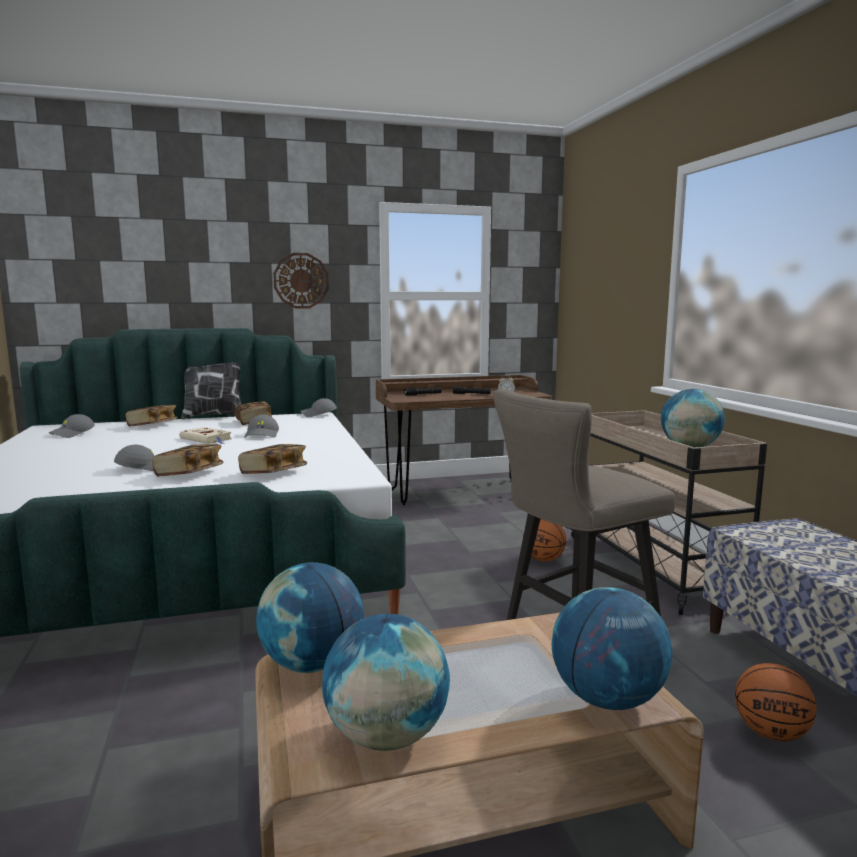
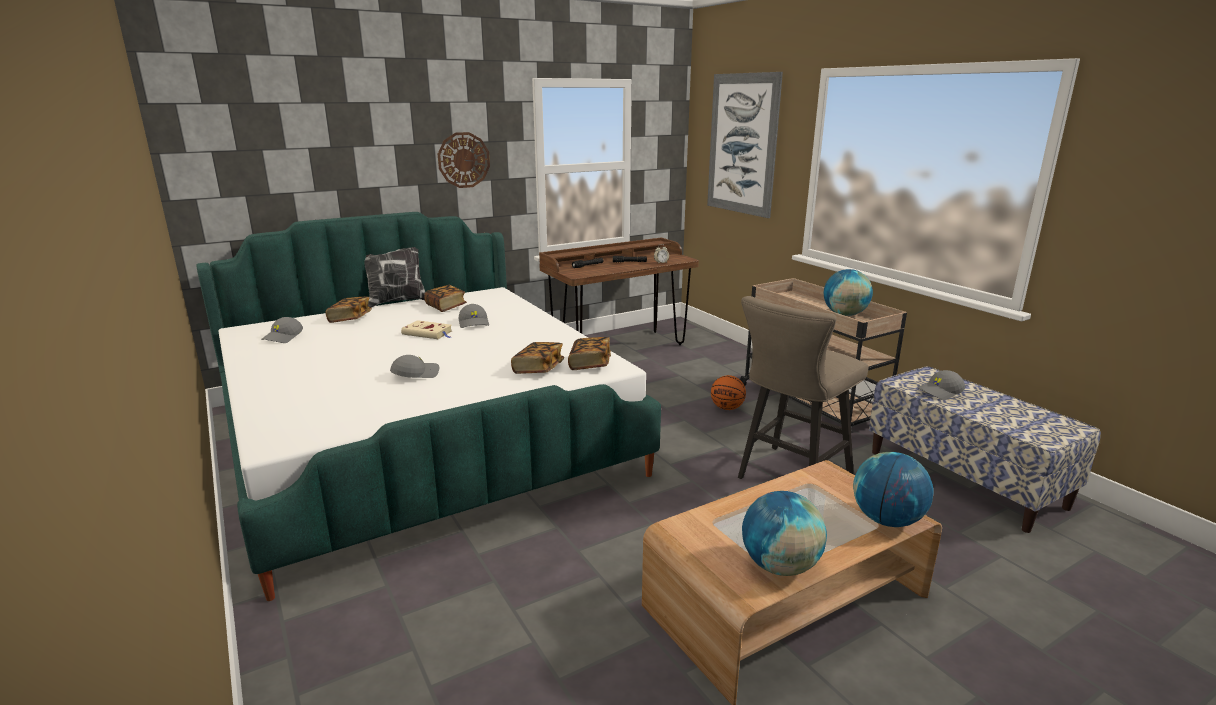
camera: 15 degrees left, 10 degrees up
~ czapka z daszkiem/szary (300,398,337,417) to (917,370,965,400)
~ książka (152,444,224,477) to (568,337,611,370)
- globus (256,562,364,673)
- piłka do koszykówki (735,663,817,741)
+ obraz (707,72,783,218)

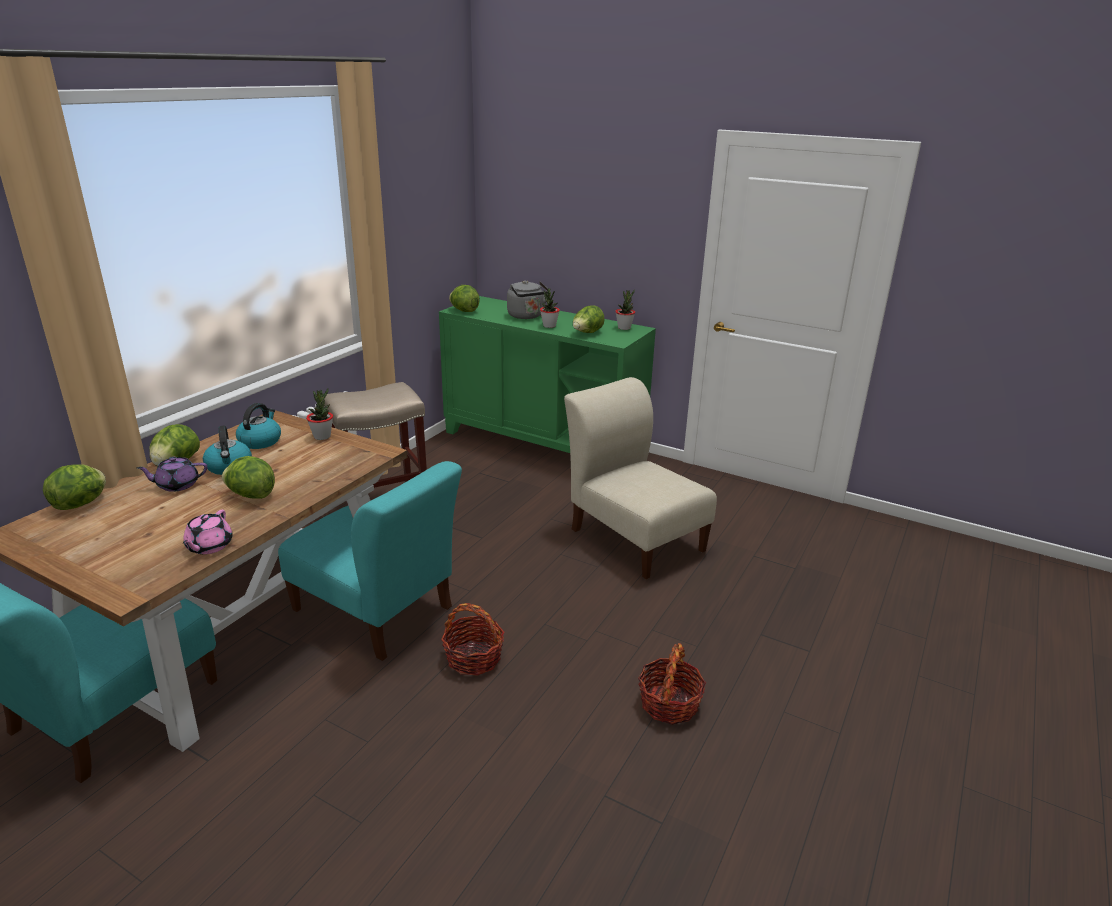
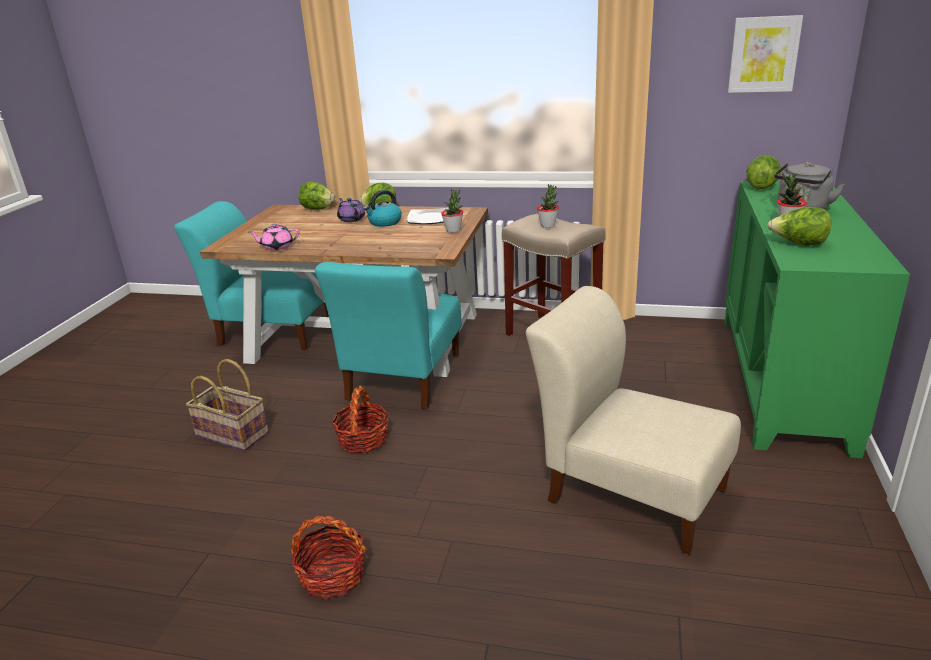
camera: 75 degrees right, 0 degrees up
~ roślina doniczkowa (615,289,635,330) to (537,184,559,228)
~ krzesło/beżowy (564,377,717,579) = (526,286,741,555) 90 degrees counterclockwise
~ czajnik (236,403,281,449) to talerz (407,208,449,224)
- sałata (222,456,275,499)
+ obraz (728,15,803,93)
+ koszyk (186,359,269,451)

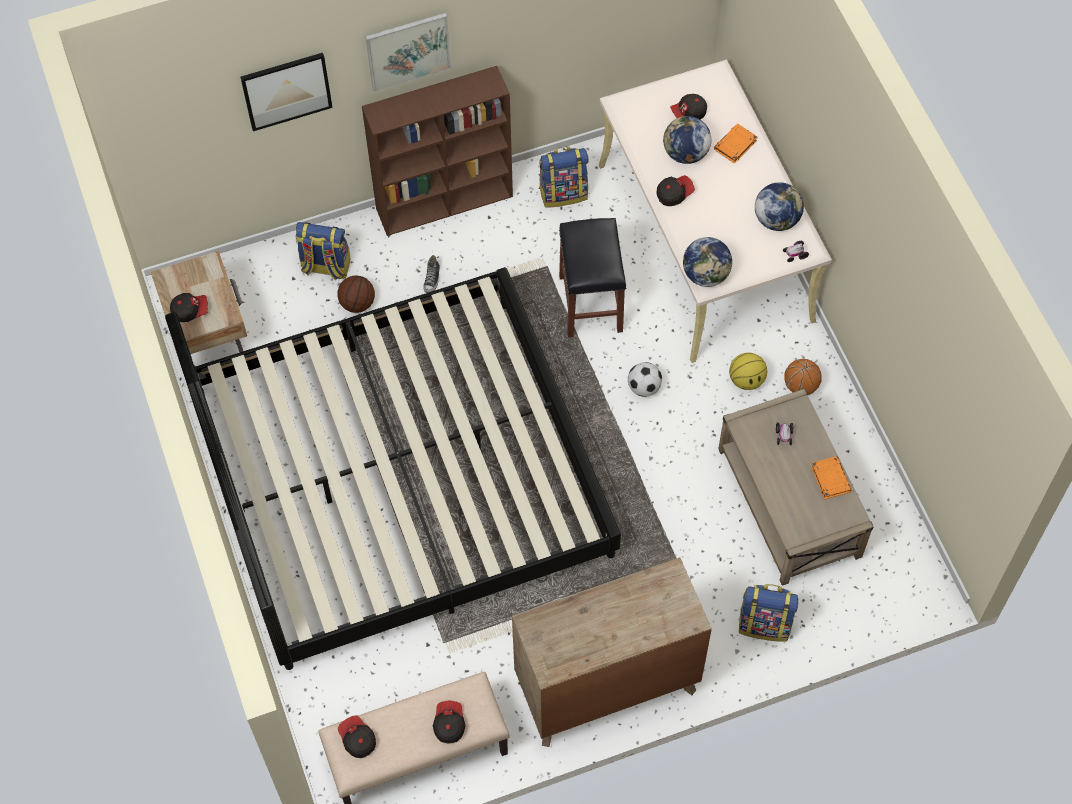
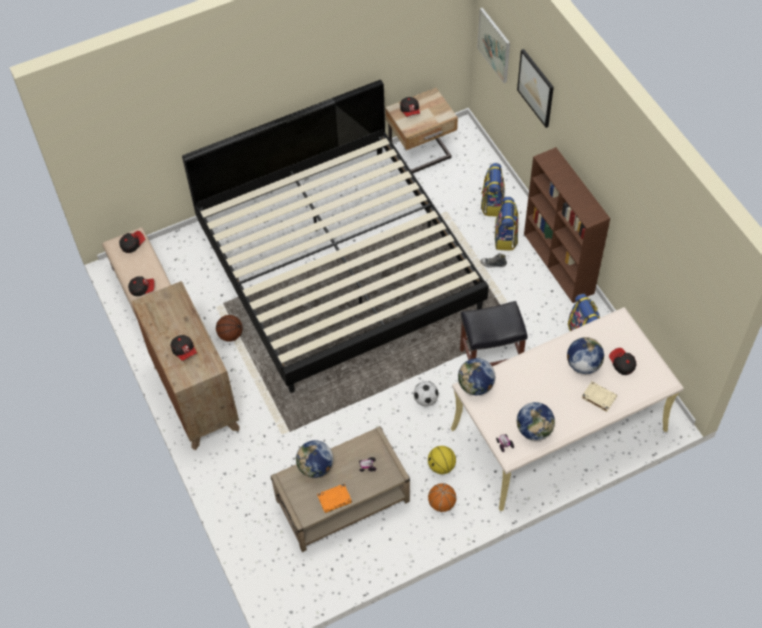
camera: 85 degrees right, 5 degrees down
~ obraz (366,13,451,91) to (478,7,510,83)
~ książka/pomarańczowy (714,124,757,164) to książka/beżowy (582,382,617,412)
~ czapka z daszkiem (656,175,695,206) to (171,335,197,361)
~ piłka do koszykówki (337,276,375,313) to (216,315,243,342)
~ plecak (739,584,798,642) to (495,197,518,251)
+ globus (296,440,333,478)

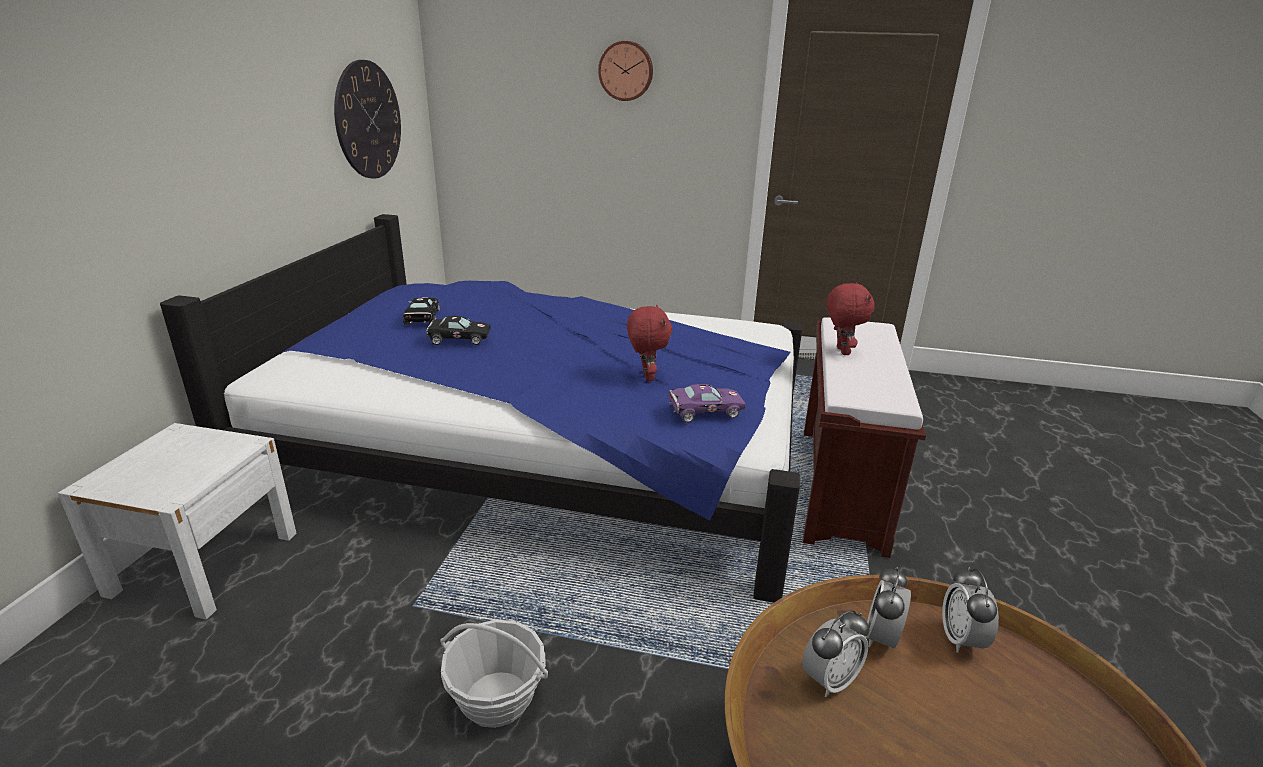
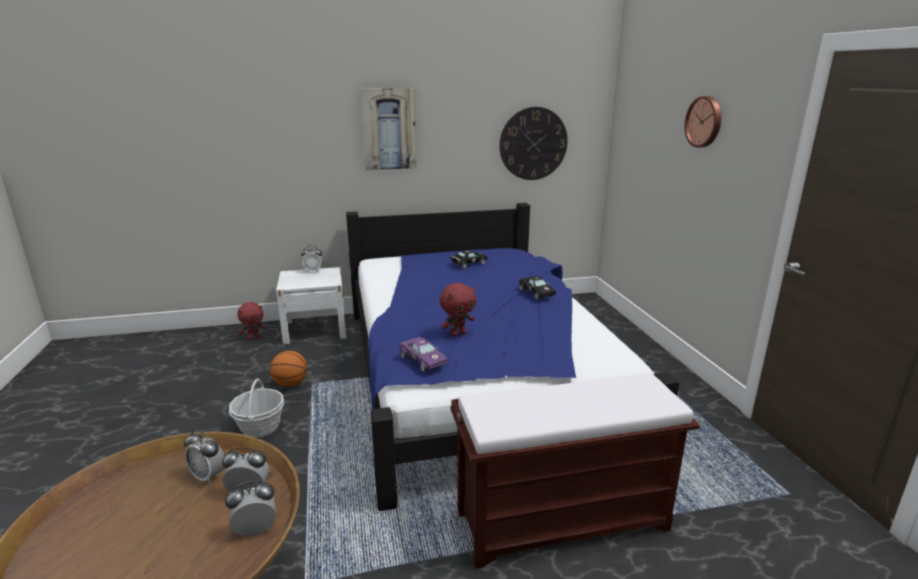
camera: 65 degrees right, 5 degrees down
~ pluszak/czerwony (827,282,874,355) to (237,302,267,340)
~ samochodzik/czarny (426,316,491,345) to (519,276,556,299)
+ obraz (361,88,416,170)
+ budzik (301,246,323,273)
+ piłka do koszykówki (270,351,307,387)

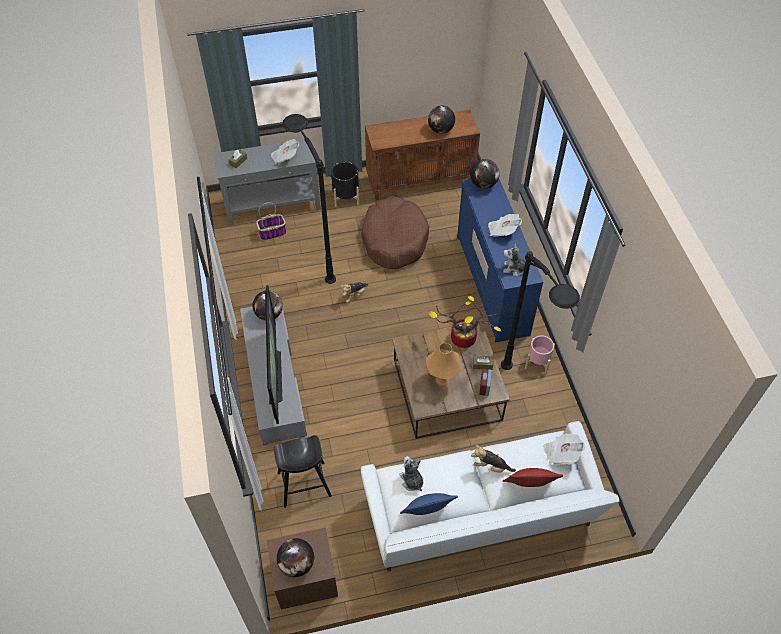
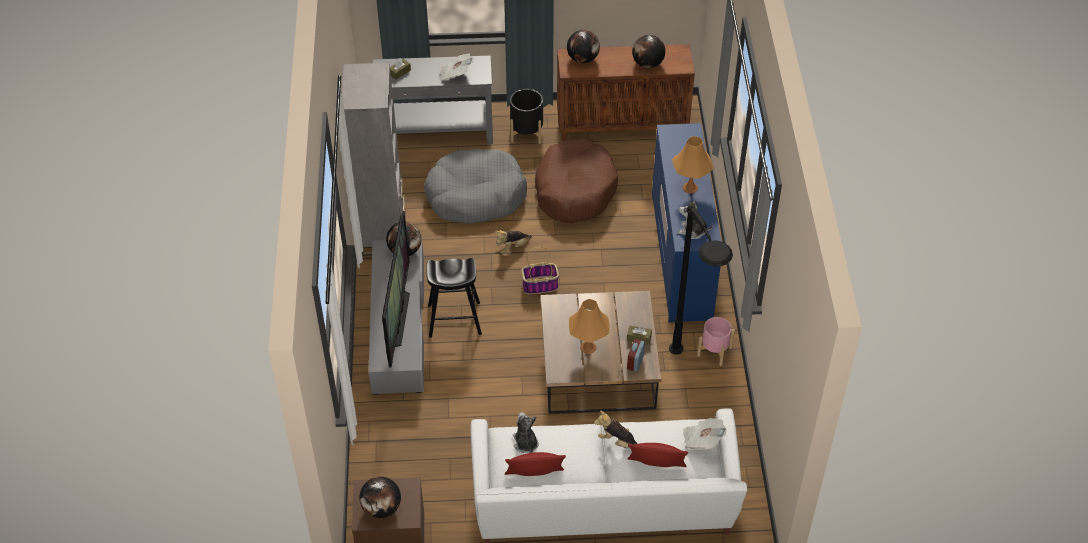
camera: 10 degrees right, 5 degrees down
~ lampa stojąca/czarny (282,114,336,284) to legowisko/szary (424,149,527,224)
~ globus (470,159,500,189) to (567,30,600,63)
~ koszyk (256,202,286,240) to (521,247,559,294)
~ gazeta (488,214,522,236) to lampa stołowa/pomarańczowy (672,136,714,194)
- roślina doniczkowa (429,296,502,348)
~ stołek/czarny (274,435,332,508) to (427,258,482,338)
~ poduszka/niebieski (400,493,458,515) to poduszka/czerwony (505,452,566,476)
+ regał/szary (342,63,405,256)

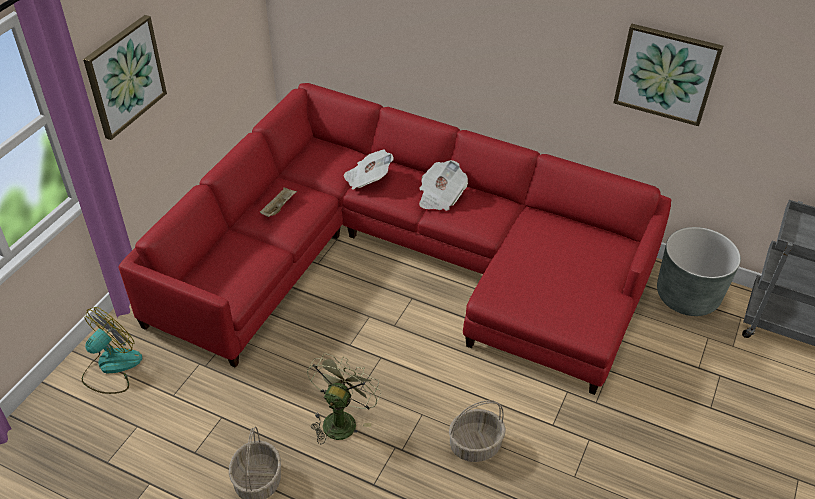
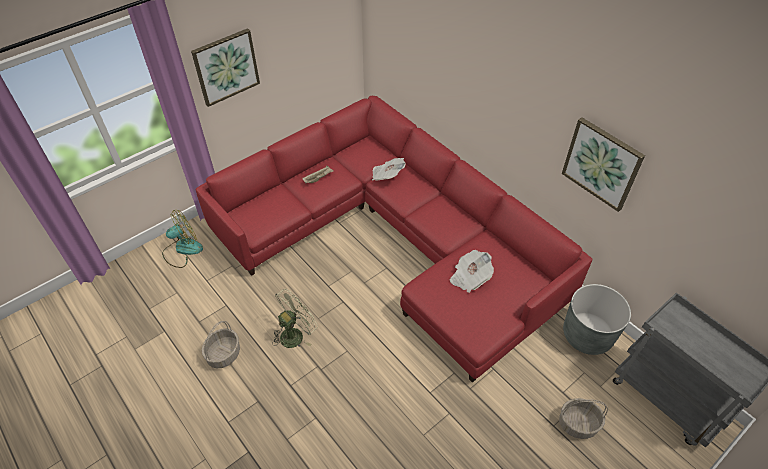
camera: 25 degrees right, 5 degrees up
~ gazeta (419,160,468,211) to (450,250,494,293)
~ koszyk (449,400,506,462) to (559,398,608,439)

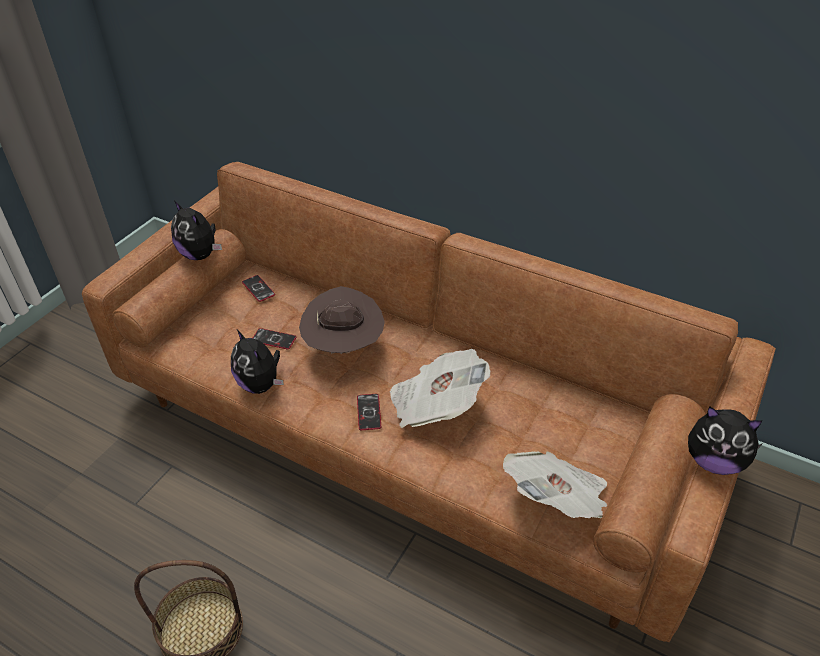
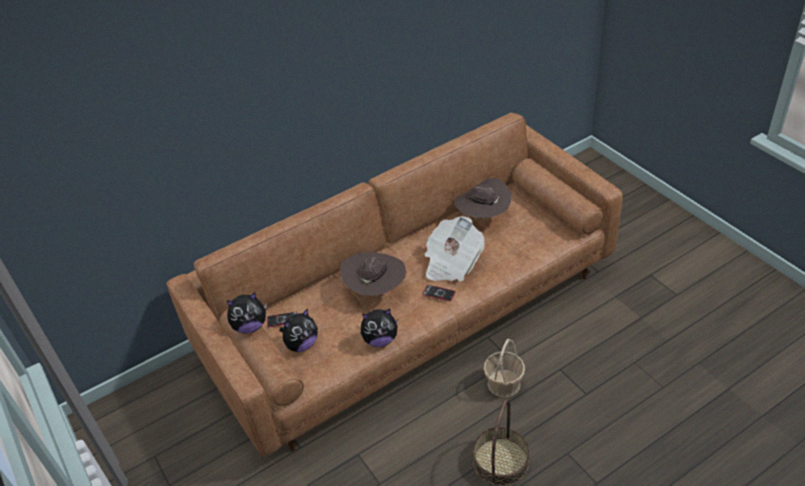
camera: 60 degrees left, 0 degrees up
- telefon (253,328,296,349)
~ pluszak (688,406,763,475) to (280,308,318,352)
- gazeta (503,452,608,518)
+ kapelusz/brązowy (454,178,511,219)
+ koszyk (483,339,525,398)

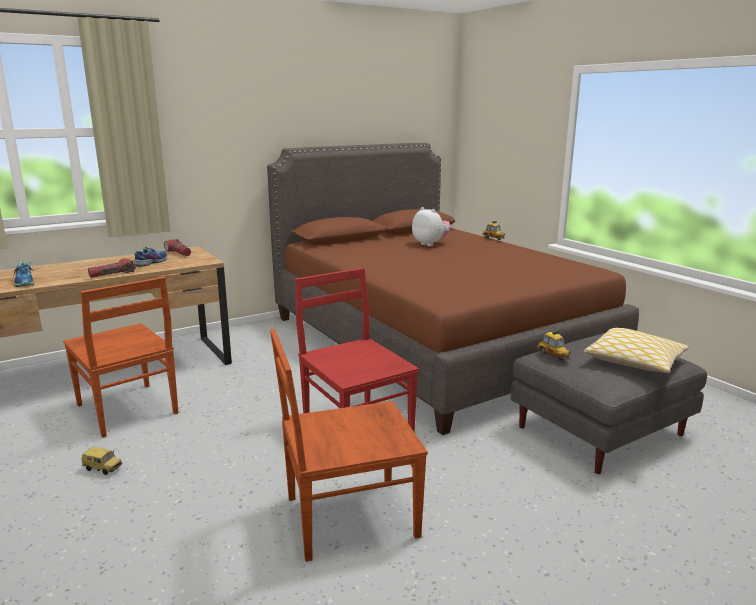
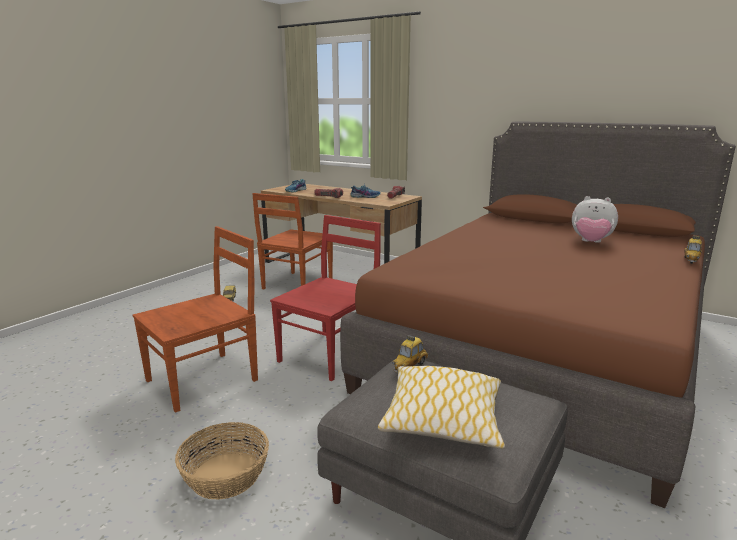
camera: 65 degrees right, 0 degrees up
~ pluszak (412,207,451,247) = (572,196,618,243) 90 degrees clockwise
~ krzesło/brązowy (270,329,428,562) = (132,226,258,413) 90 degrees clockwise
+ koszyk (175,422,269,500)

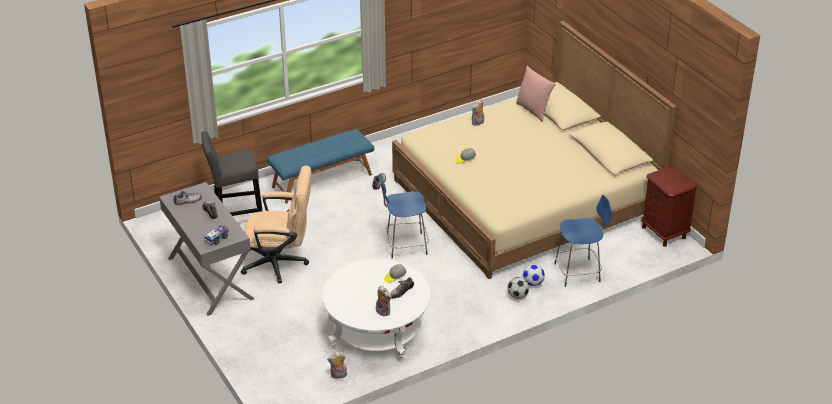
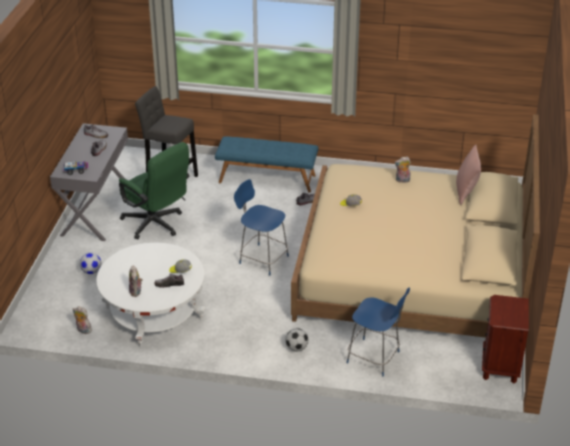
camera: 40 degrees right, 0 degrees up
~ krzesło biurowe/beżowy (241,165,312,283) to krzesło biurowe/zielony (119,142,189,239)
~ piłka futbolowa (523,264,545,286) to (80,253,101,274)

